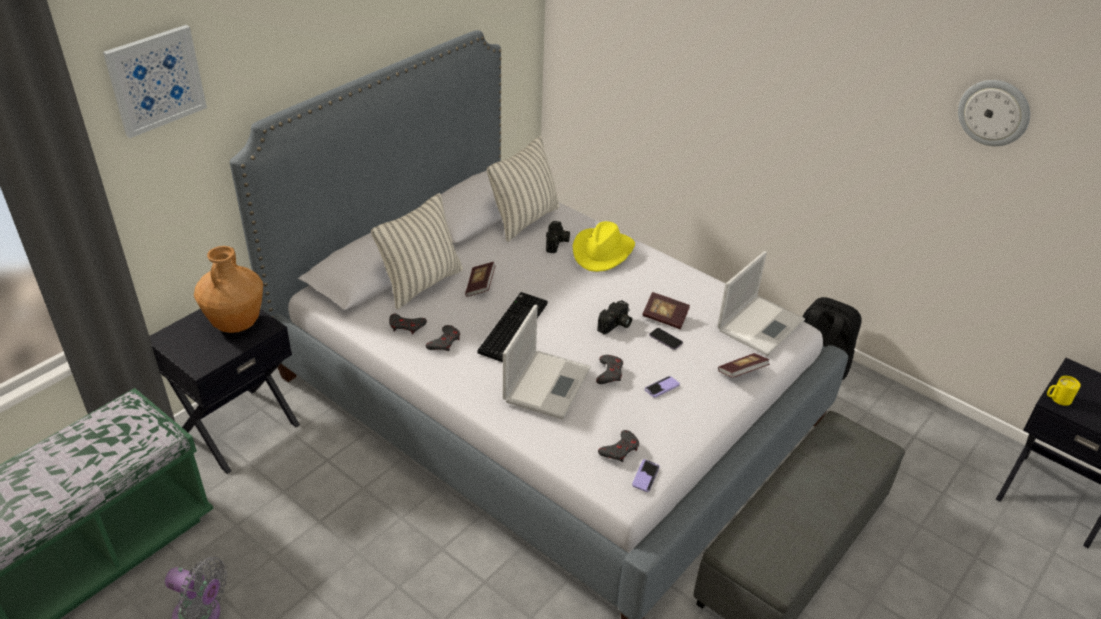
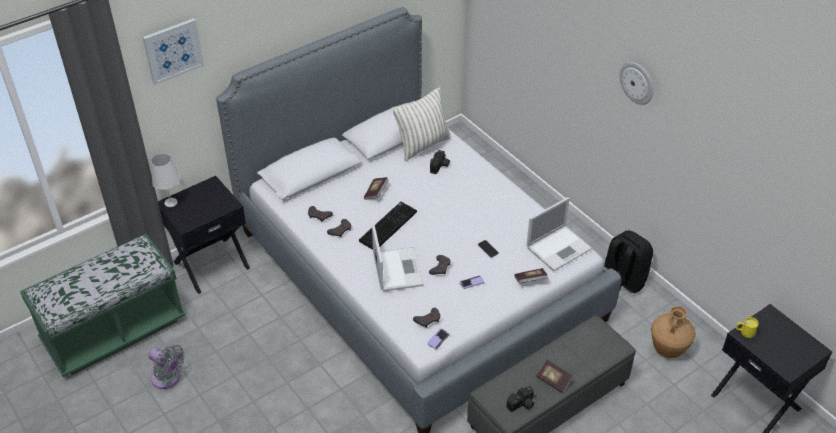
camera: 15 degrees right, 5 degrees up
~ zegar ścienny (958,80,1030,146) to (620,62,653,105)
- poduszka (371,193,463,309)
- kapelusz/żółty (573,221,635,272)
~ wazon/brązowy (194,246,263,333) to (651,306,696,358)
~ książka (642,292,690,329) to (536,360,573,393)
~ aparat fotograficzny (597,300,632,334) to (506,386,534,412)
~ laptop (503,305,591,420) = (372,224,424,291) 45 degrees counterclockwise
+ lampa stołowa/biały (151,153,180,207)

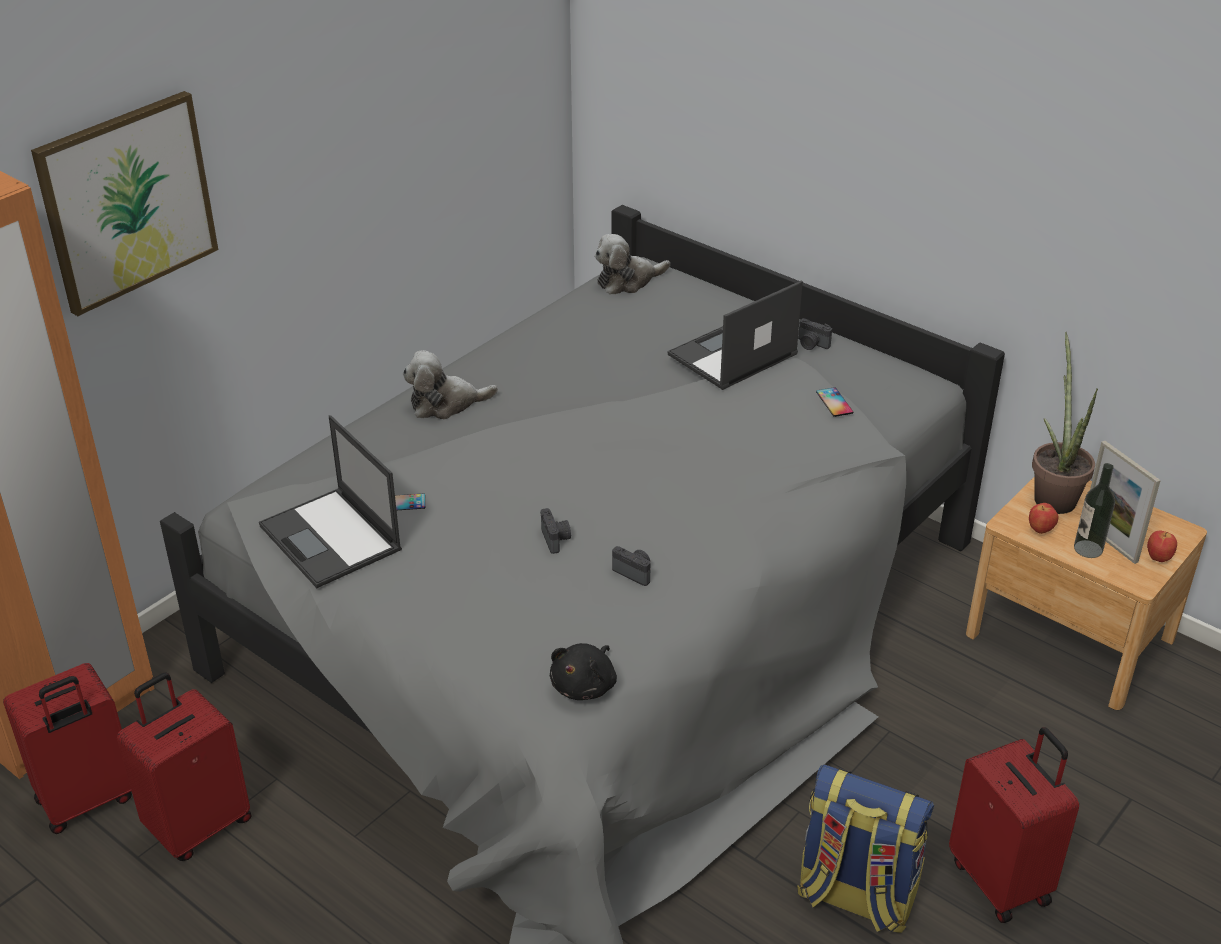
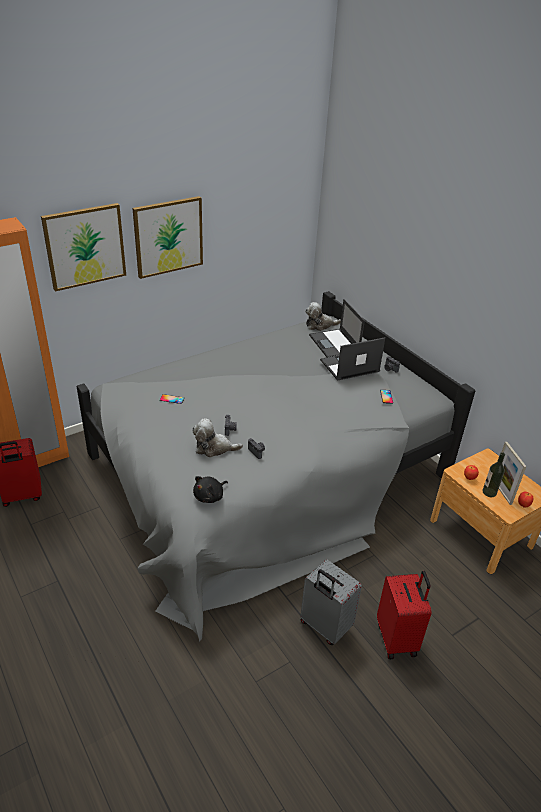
camera: 15 degrees right, 0 degrees up
- roślina doniczkowa (1032,332,1098,514)
~ pluszak (403,350,498,419) to (193,419,243,458)
~ laptop (259,415,402,588) to (309,299,365,357)
- walizka/czerwony (117,672,252,861)
~ plecak (797,765,934,933) to walizka/szary (300,559,362,645)
+ obraz (132,196,203,279)

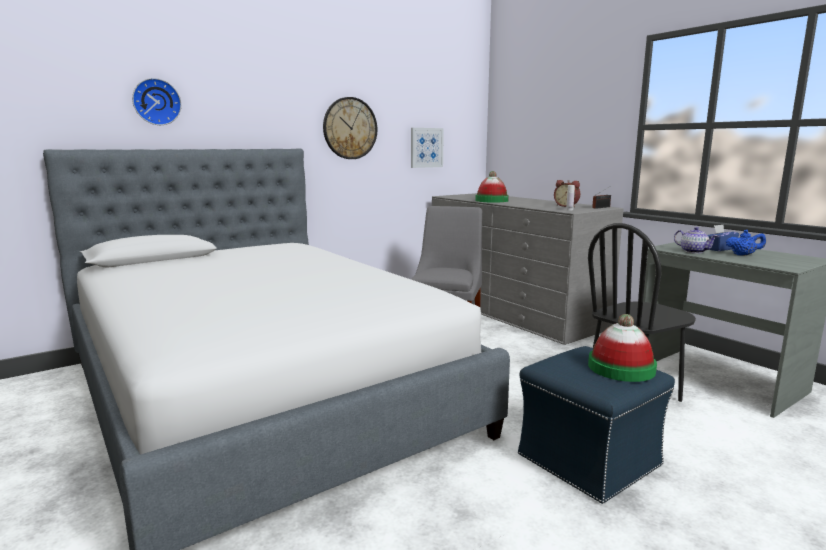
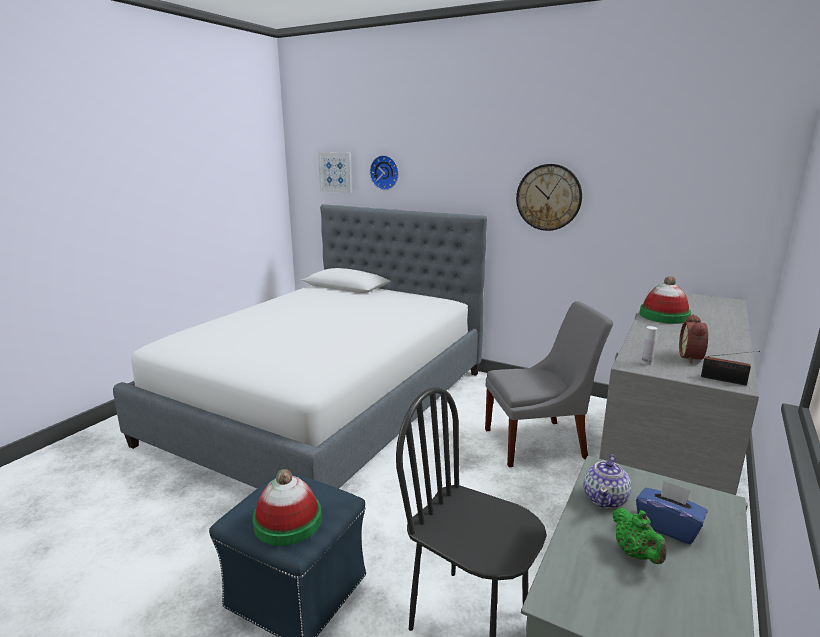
camera: 65 degrees right, 5 degrees up
~ obraz (411,128,444,168) to (318,152,352,193)
~ imbryk/niebieski (725,230,766,256) to imbryk/zielony (612,508,667,564)

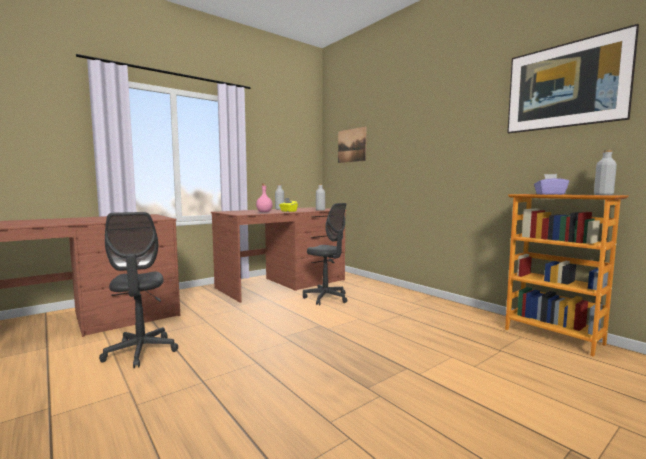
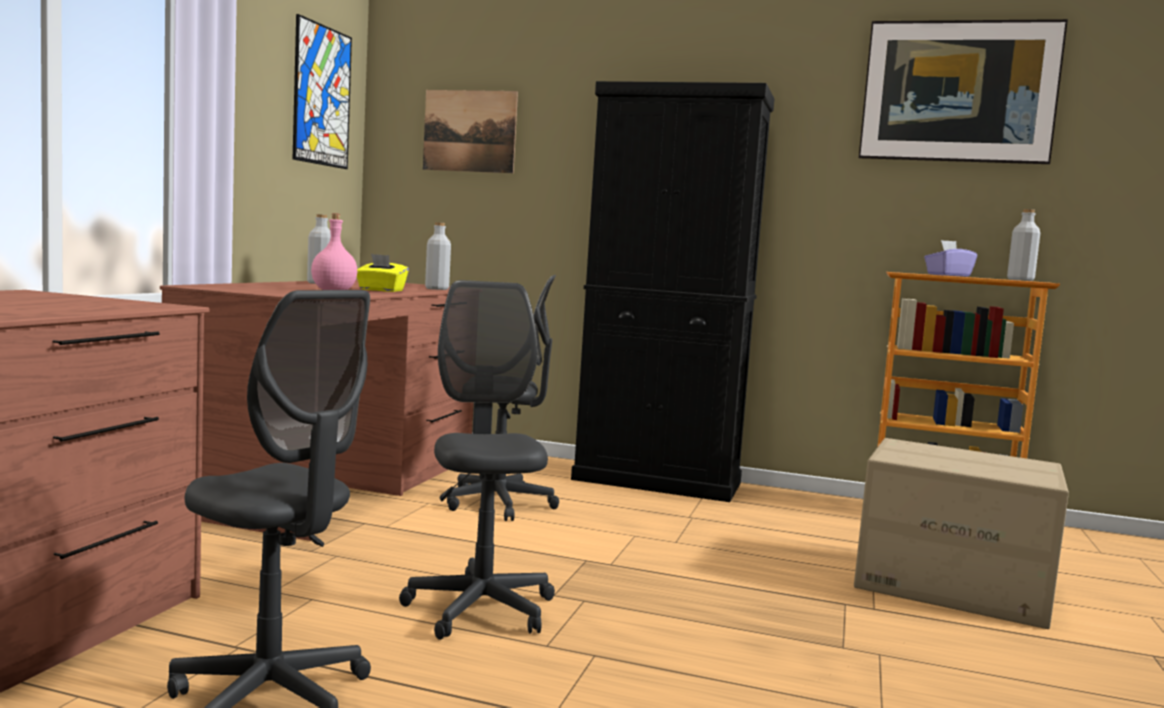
camera: 35 degrees left, 0 degrees up
+ obraz (293,14,352,169)
+ szafka/czarny (571,81,774,502)
+ krzesło biurowe/szary (399,280,555,640)
+ karton (854,438,1069,629)

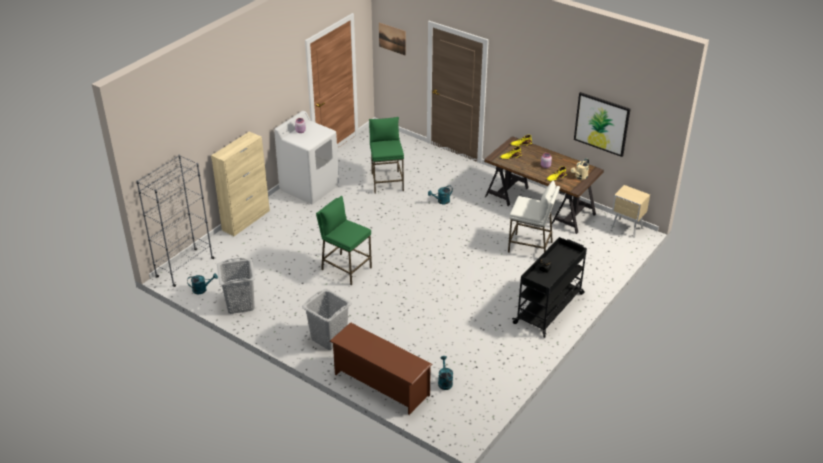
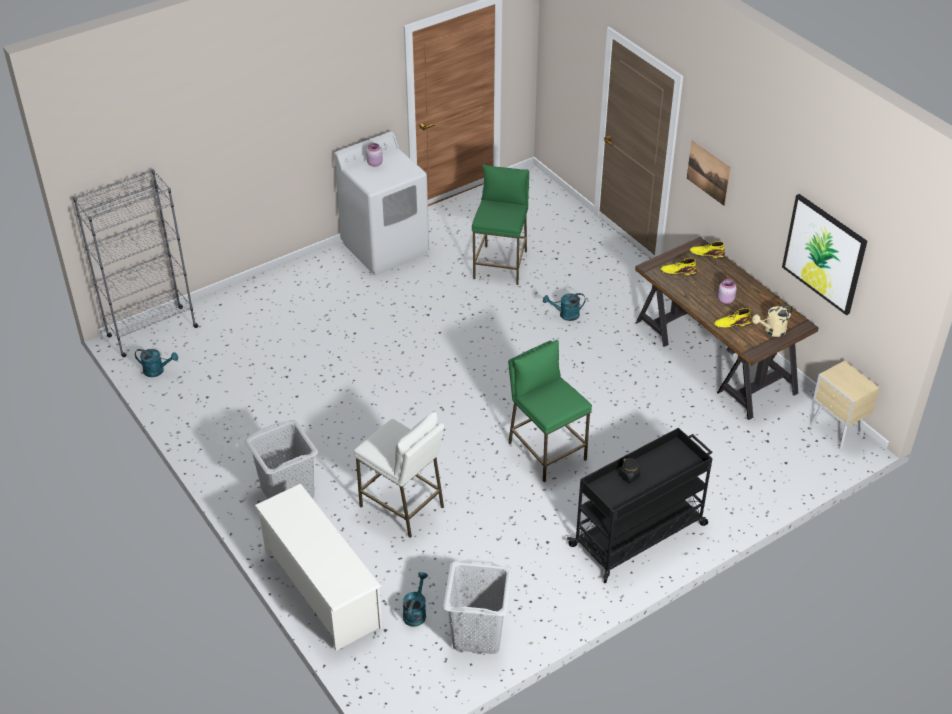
camera: 20 degrees right, 5 degrees up
~ obraz (379,23,406,56) to (687,141,731,206)
- szafka/beżowy (211,132,270,236)
~ stołek/biały (508,180,560,253) to (354,412,444,538)
~ stołek/zielony (316,196,372,285) to (508,340,592,482)
~ kosz na pranie/szary (217,257,255,314) to (443,559,512,654)
~ regał na buty/brązowy (330,322,433,415) to regał na buty/biały (255,483,382,651)

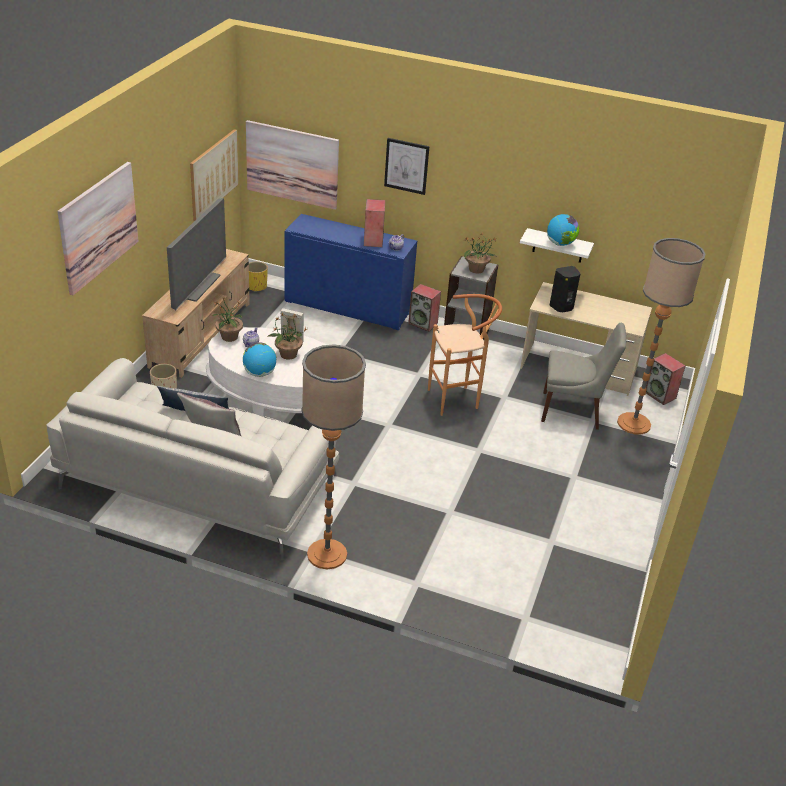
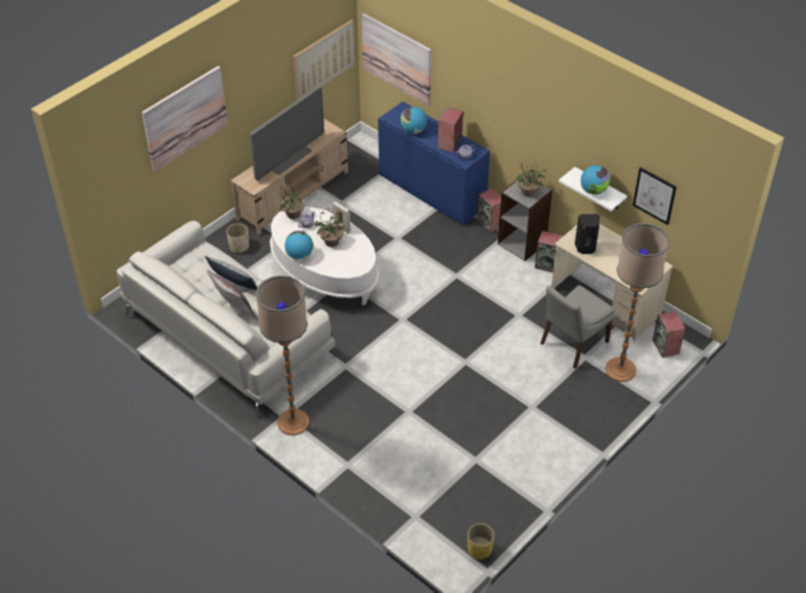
camera: 25 degrees right, 10 degrees up
~ obraz (384,138,430,195) to (633,167,677,225)
~ donica/żółty (249,261,268,292) to (467,523,495,559)
- stołek/brązowy (428,294,502,416)
~ krzesło/szary (541,323,626,430) = (540,285,615,369) 105 degrees clockwise
+ globus (400,107,427,134)
+ głośnik (535,231,563,272)

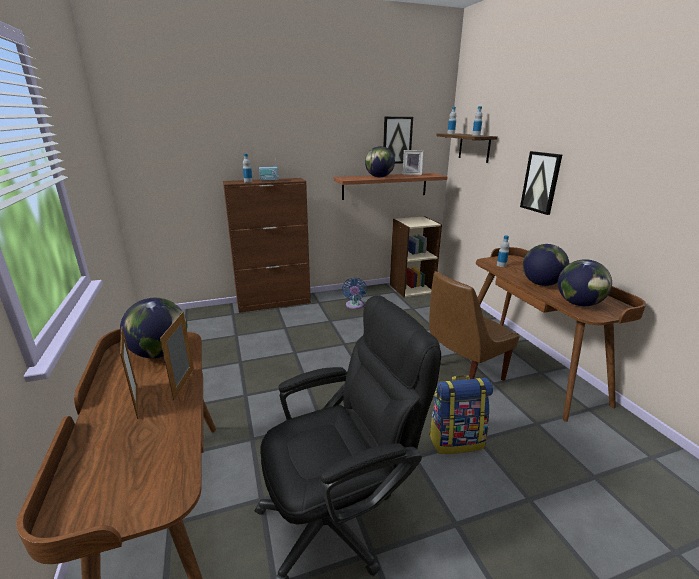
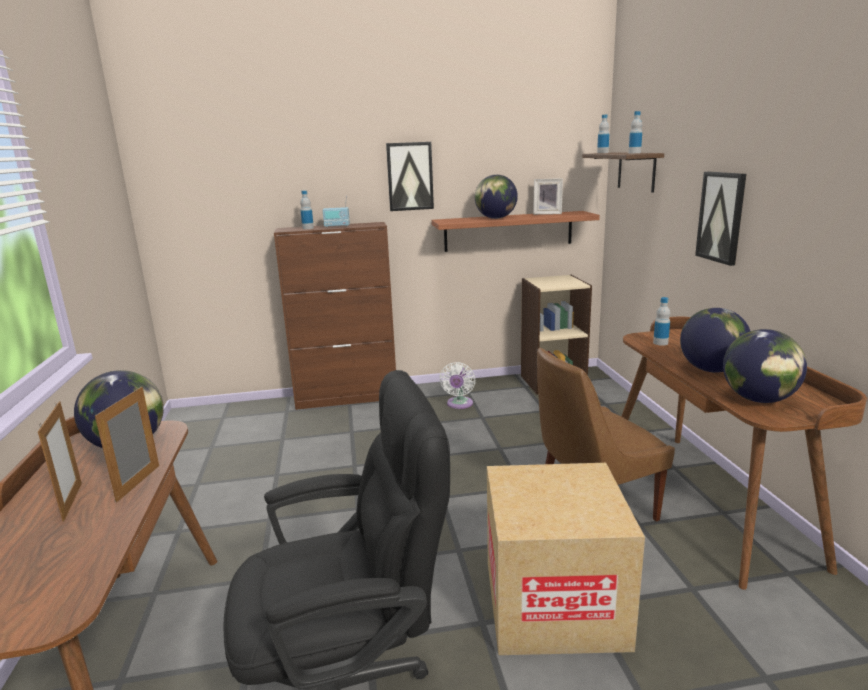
camera: 10 degrees right, 5 degrees down
~ obraz (383,117,413,164) to (386,142,434,211)
~ wentylator/niebieski (342,277,367,309) to wentylator/biały (439,362,476,409)
~ plecak (429,375,493,454) to karton (487,463,645,655)

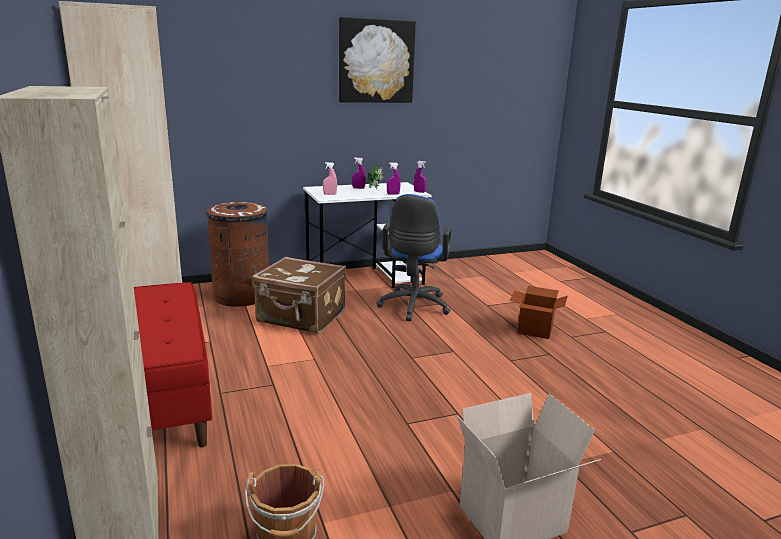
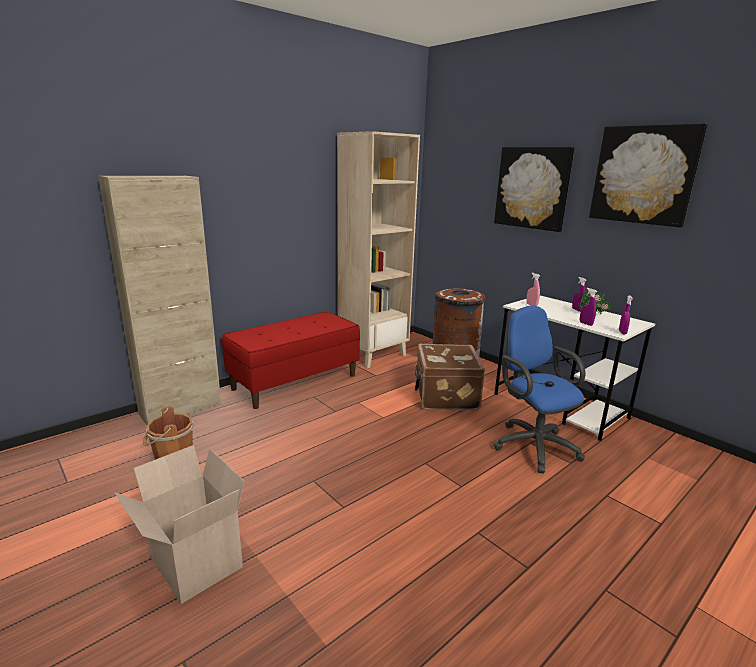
camera: 70 degrees right, 0 degrees up
~ krzesło biurowe/niebieski (376,194,451,321) = (493,305,585,473) 75 degrees clockwise
- karton (510,286,568,339)
+ obraz (494,147,574,232)

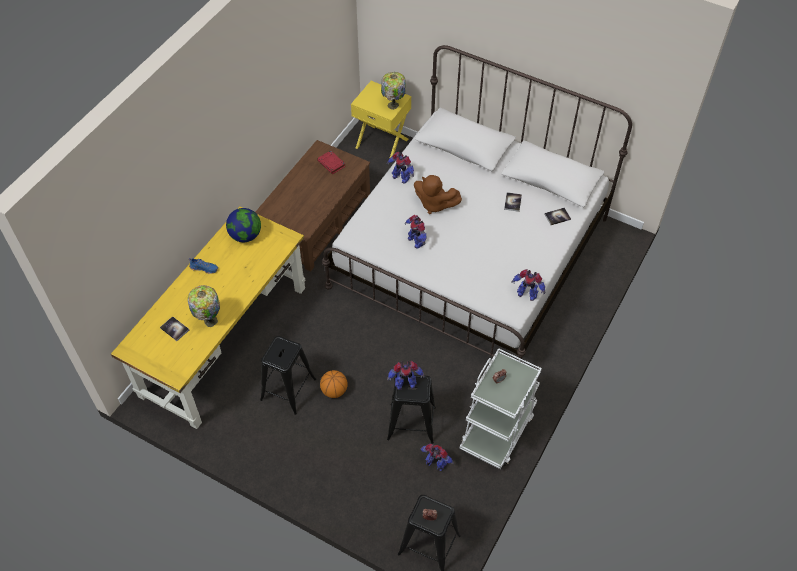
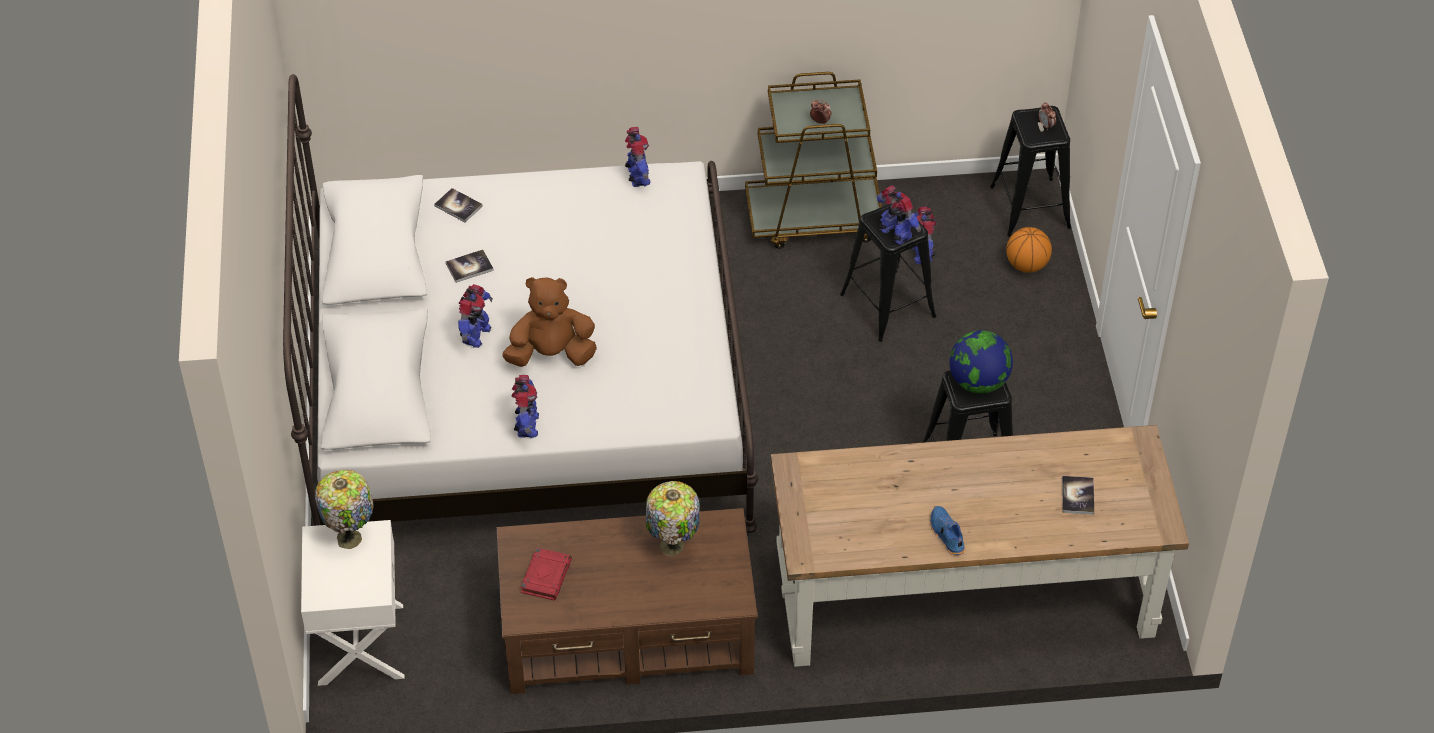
camera: 125 degrees left, 5 degrees down
~ szafka nocna/żółty (351,81,411,159) to szafka nocna/biały (301,520,405,686)
~ pluszak/brązowy (414,175,462,214) = (502,277,597,367) 90 degrees counterclockwise
~ biurko/żółty (111,206,306,429) to biurko/brązowy (771,425,1189,667)
~ globus (226,208,261,242) to (949,330,1013,394)
~ robot zabawkowy (405,215,426,249) to (458,284,493,348)
~ lampa stołowa (188,285,220,327) to (646,481,700,556)
~ wózek/biały (460,348,542,469) to wózek/brązowy (745,72,882,249)
~ piłka do koszykówki (320,370,348,398) to (1006,227,1052,273)

